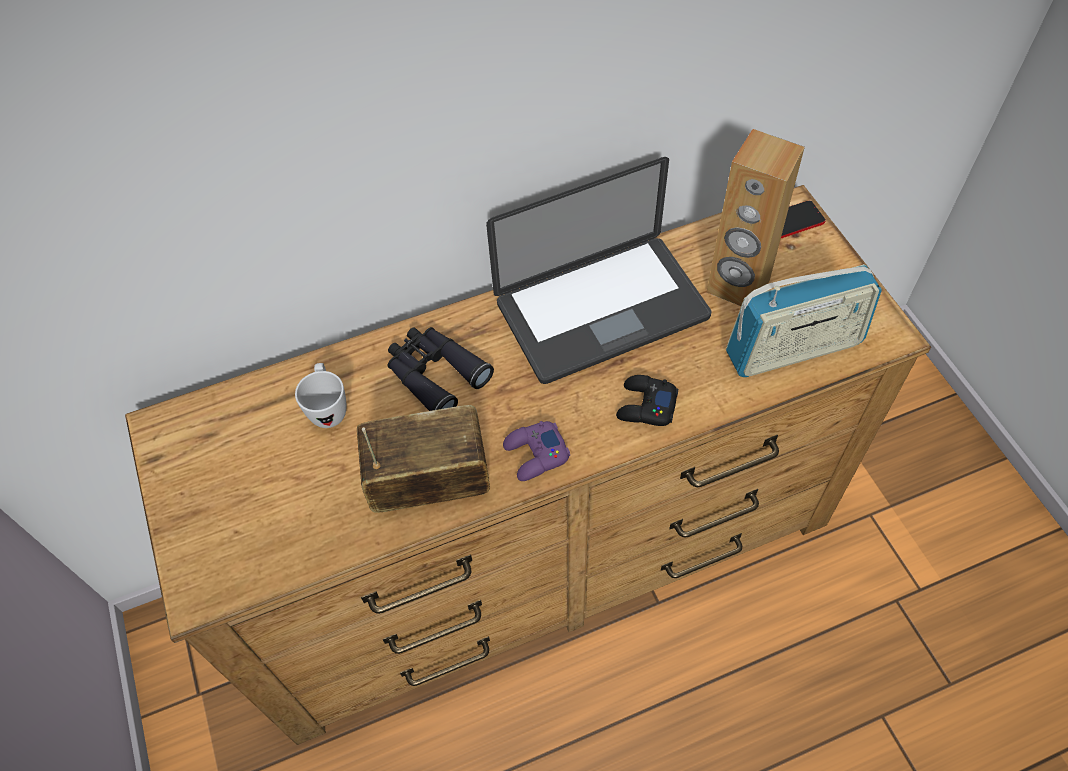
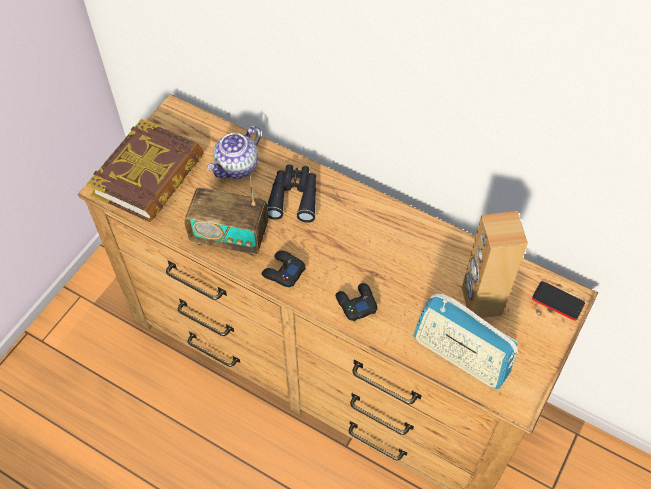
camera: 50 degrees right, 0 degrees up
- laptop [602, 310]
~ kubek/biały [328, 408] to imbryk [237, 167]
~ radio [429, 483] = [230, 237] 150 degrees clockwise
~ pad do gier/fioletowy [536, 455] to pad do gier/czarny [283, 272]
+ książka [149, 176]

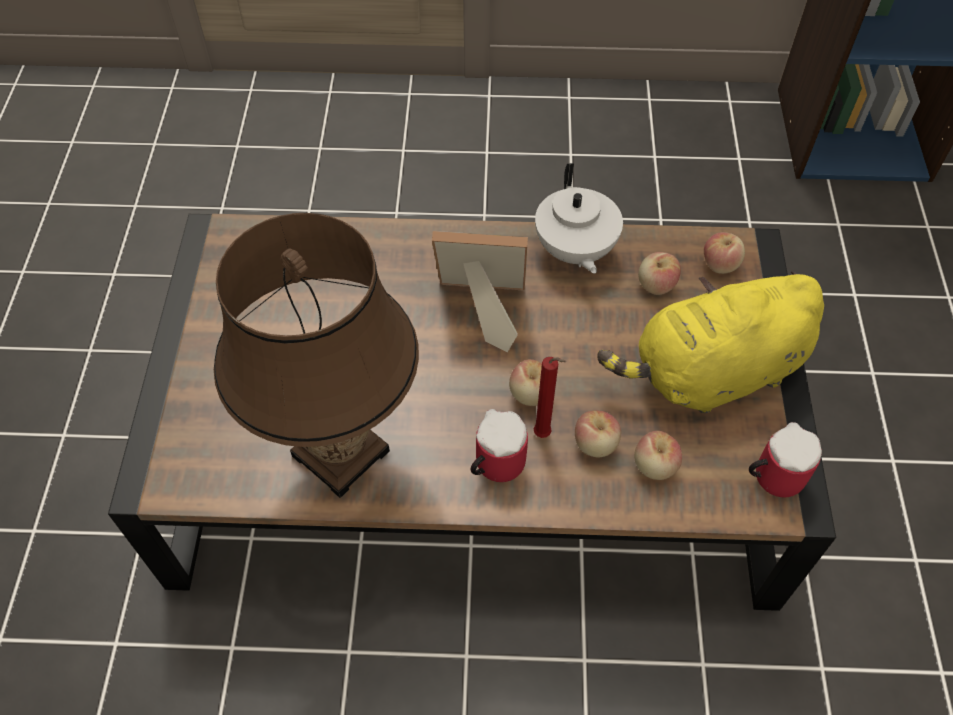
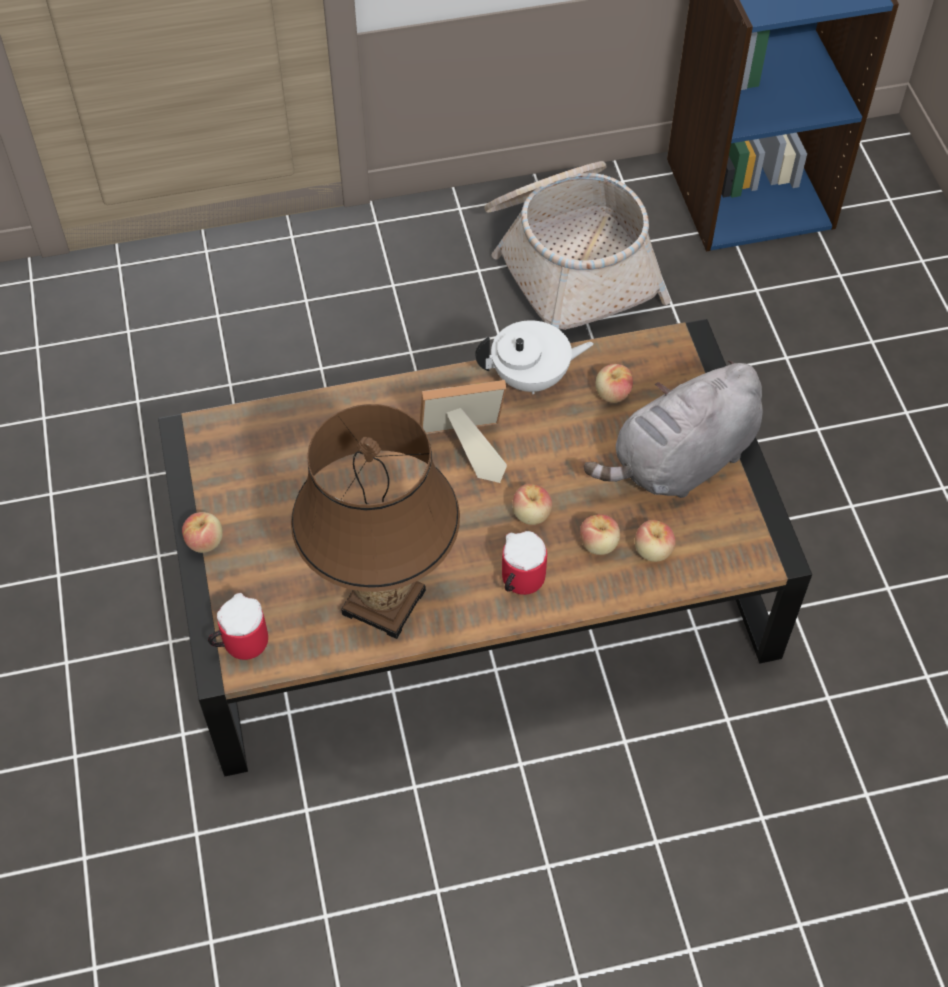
camera: 15 degrees left, 0 degrees up
~ imbryk/biały [574, 251] = [531, 378] 75 degrees counterclockwise
~ jabłko [720, 264] to [205, 541]
~ pluszak/żółty [711, 373] to pluszak/szary [680, 462]
- świeca/czerwony [544, 435]
~ kubek [771, 475] to [239, 642]
+ koszyk [569, 262]

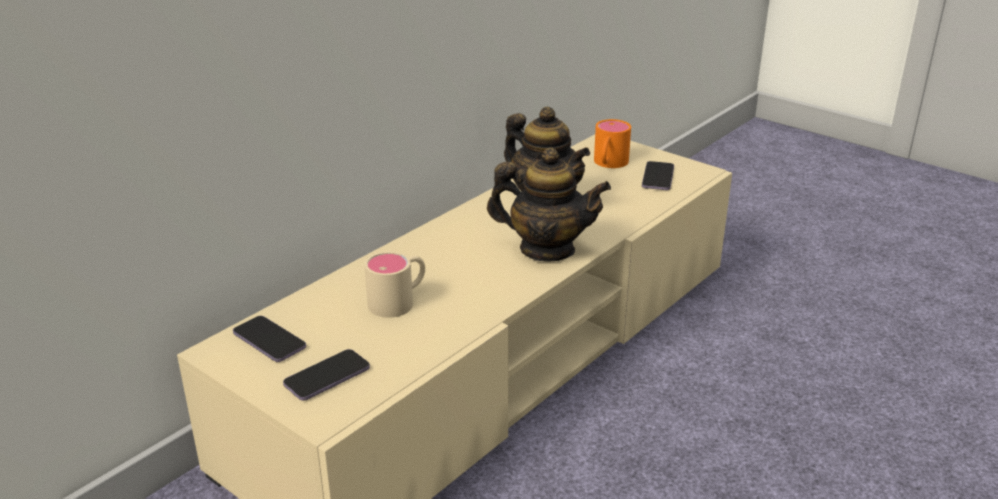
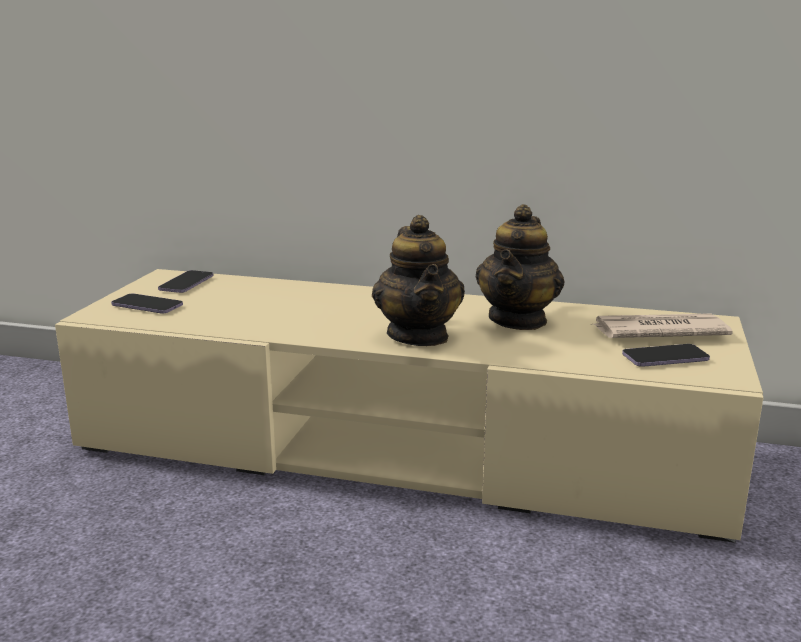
camera: 65 degrees right, 10 degrees down
~ kubek/pomarańczowy [609, 164] to gazeta [657, 331]
- kubek/beżowy [399, 300]

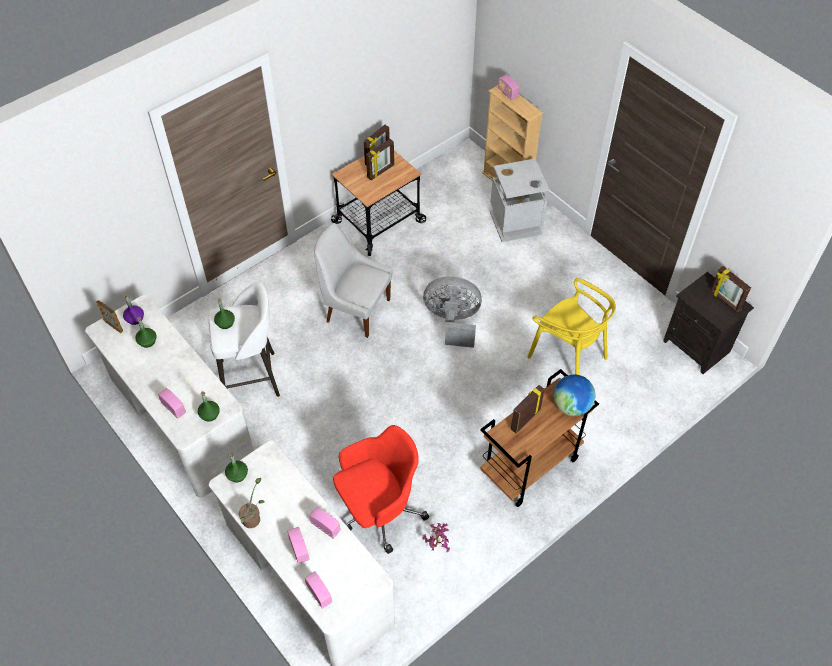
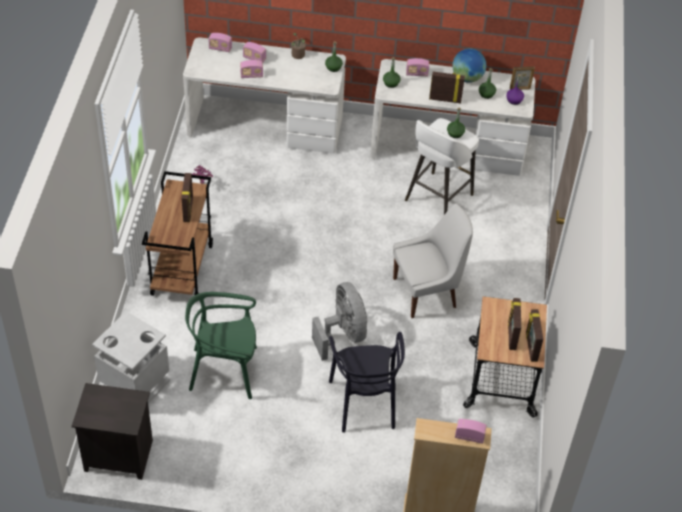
camera: 135 degrees right, 5 degrees down
~ kosz na śmieci/szary [516, 223] to [134, 385]
~ ramka na zdjęcie [724, 301] to [445, 99]
~ wentylator/szary [452, 322] = [343, 334] 75 degrees counterclockwise
~ krzesło/żółty [568, 355] to krzesło/zielony [224, 371]
~ globus [571, 406] to [467, 78]
- krzesło biurowe/czerwony [379, 511]
+ krzesło/czarny [364, 403]

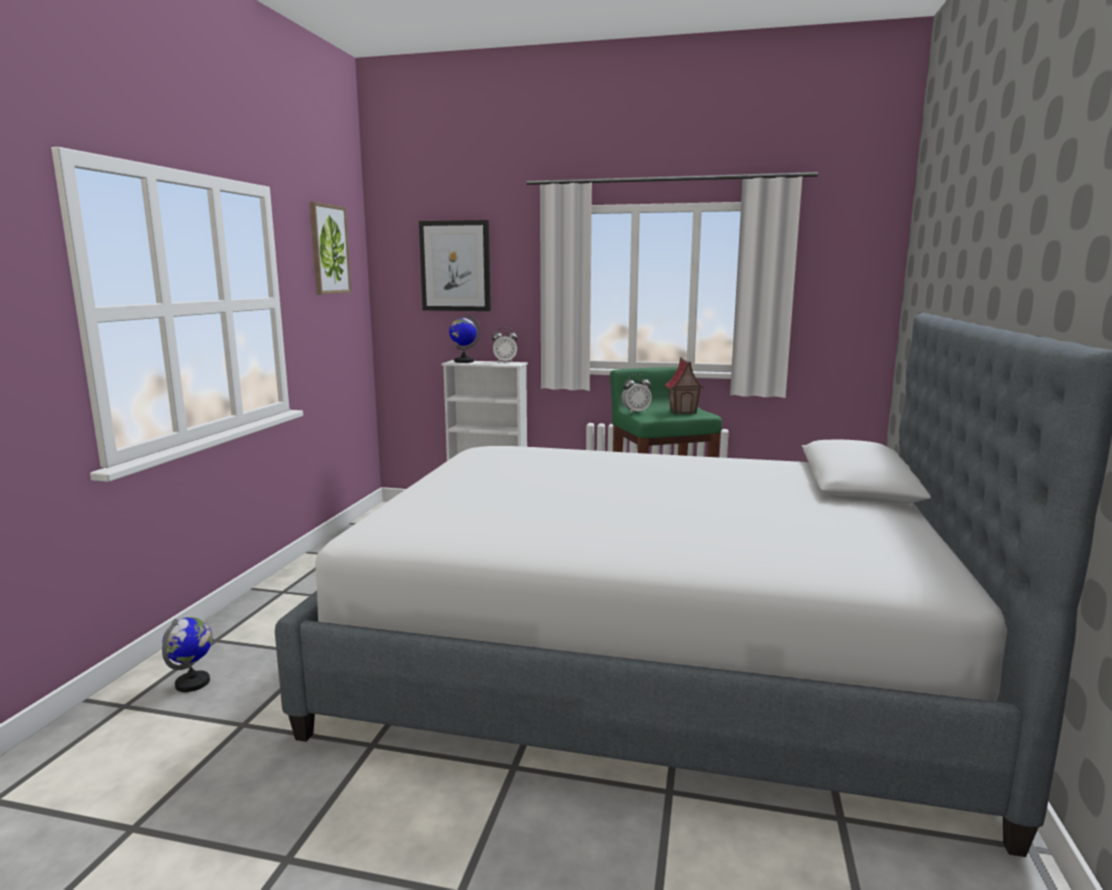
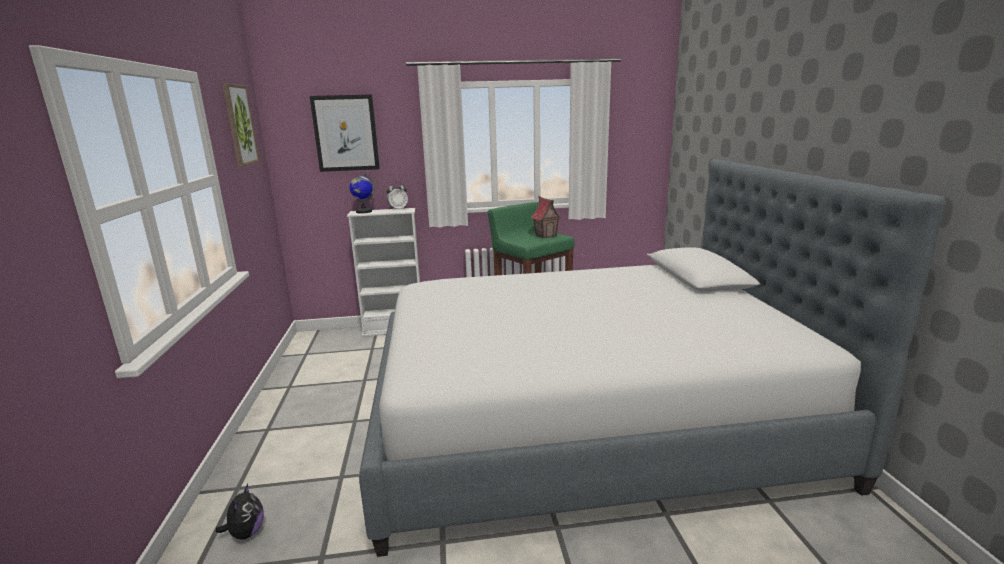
camera: 20 degrees left, 5 degrees up
- budzik [636, 412]
~ globus [193, 683] to pluszak [246, 533]

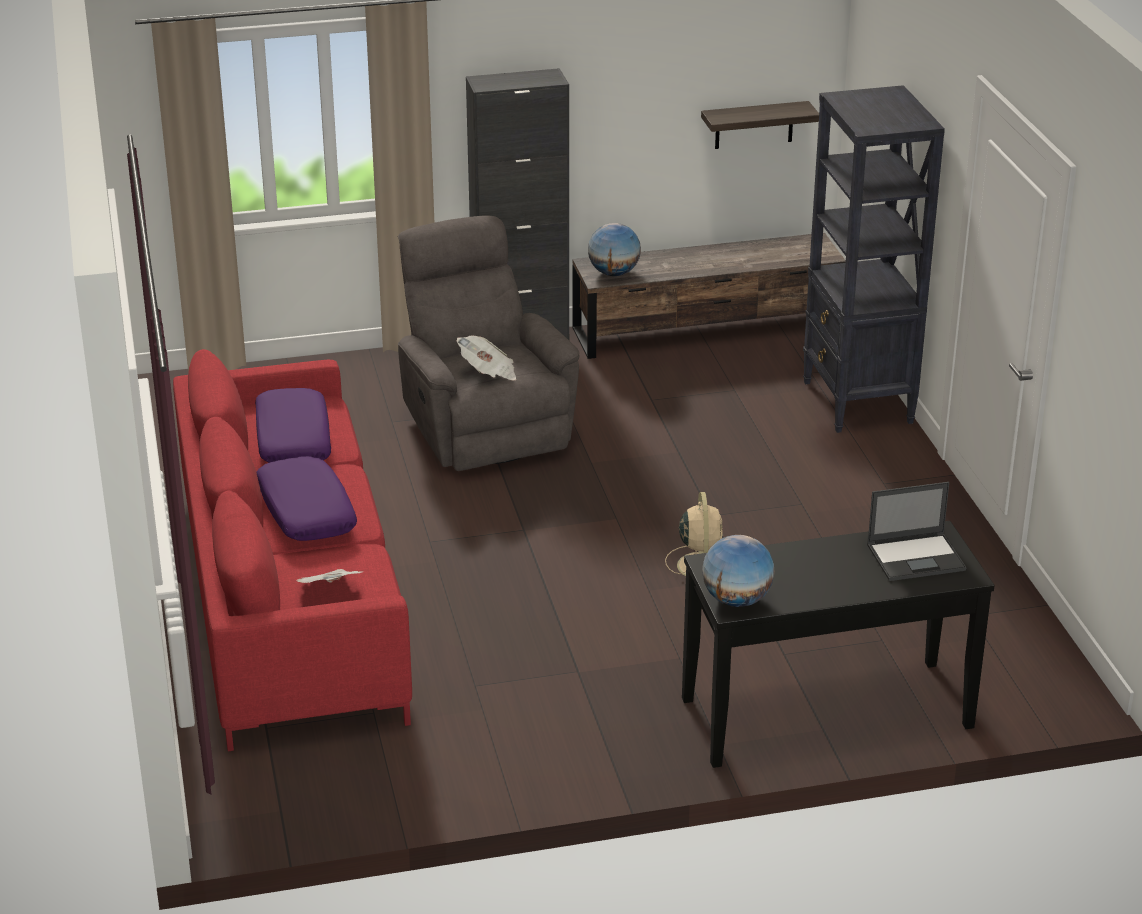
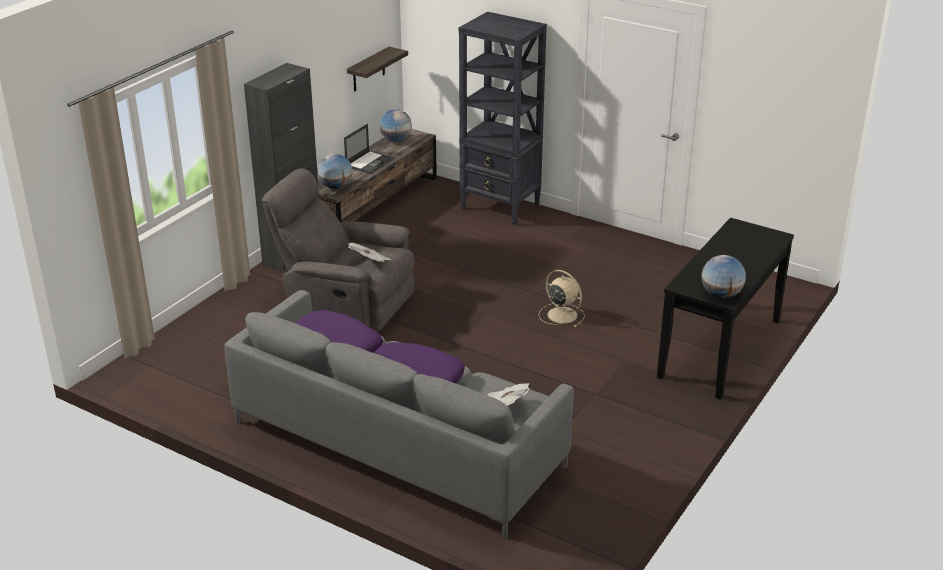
camera: 45 degrees left, 0 degrees up
~ kanapa/czerwony [291, 597] to kanapa/szary [398, 443]
~ laptop [917, 557] to [369, 162]
+ globus [396, 140]

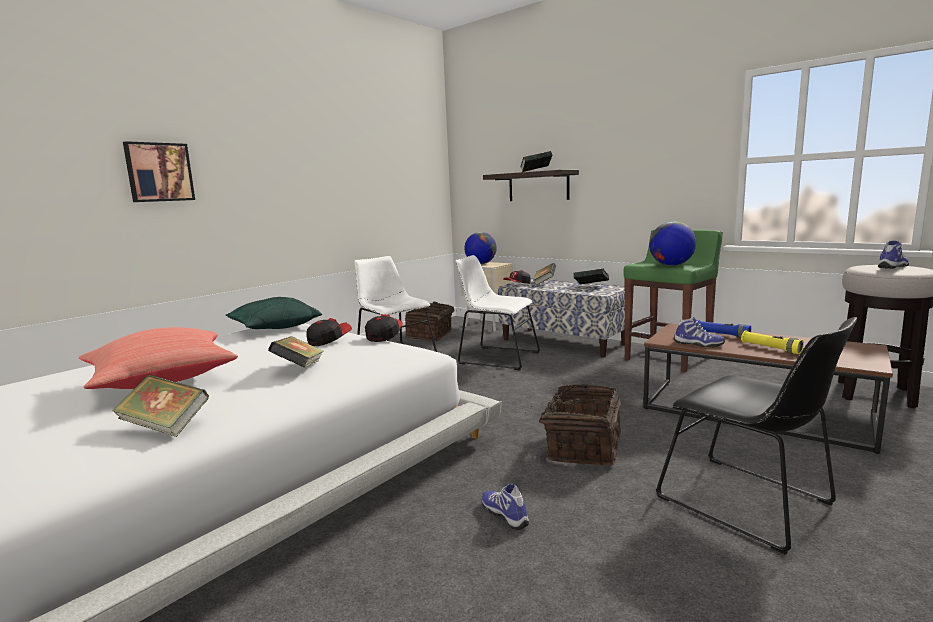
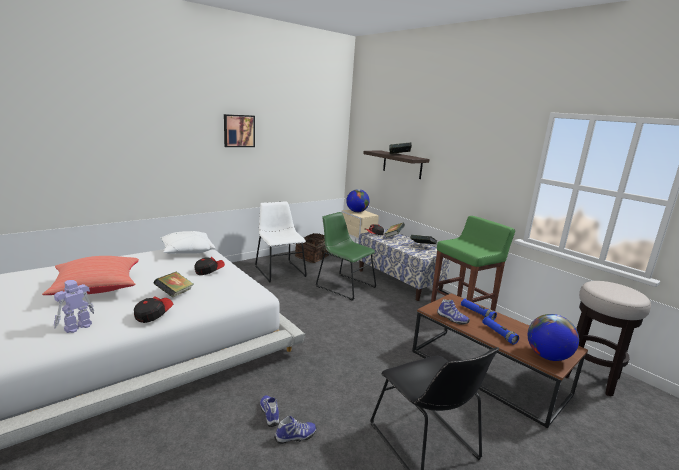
camera: 10 degrees right, 5 degrees up
~ obraz [159, 172] to [238, 131]
~ globus [671, 265] to [547, 356]
~ but [893, 267] to [295, 437]
~ krzesło/biały [496, 357] to krzesło/zielony [343, 286]
~ poduszka/zielony [274, 328] to poduszka/biały [187, 251]
~ czapka z daszkiem [384, 336] to [153, 315]
~ latarka/żółty [770, 348] to latarka/niebieski [499, 334]
~ książka [165, 426] to robot zabawkowy [77, 327]
- koszyk [581, 446]

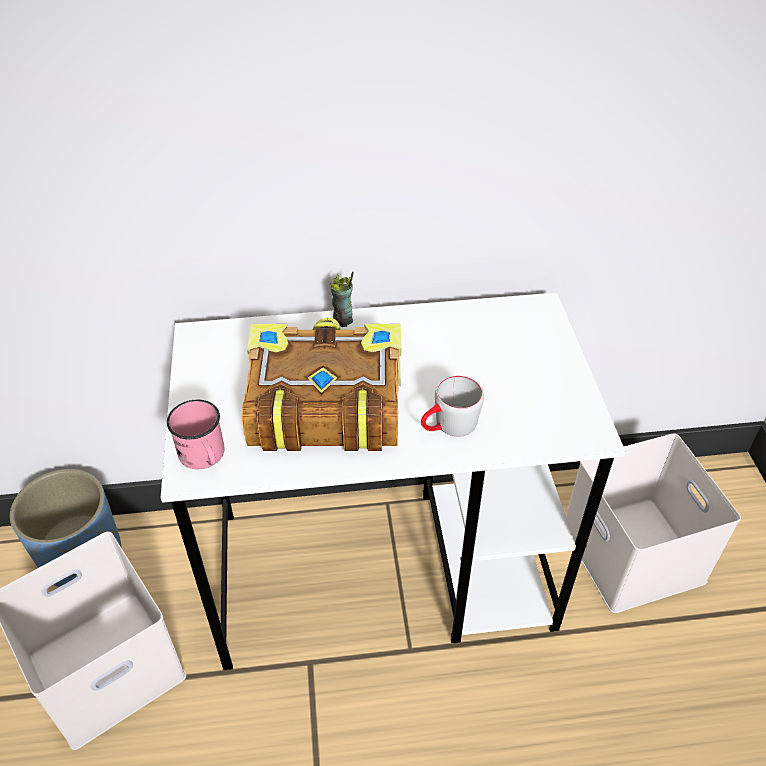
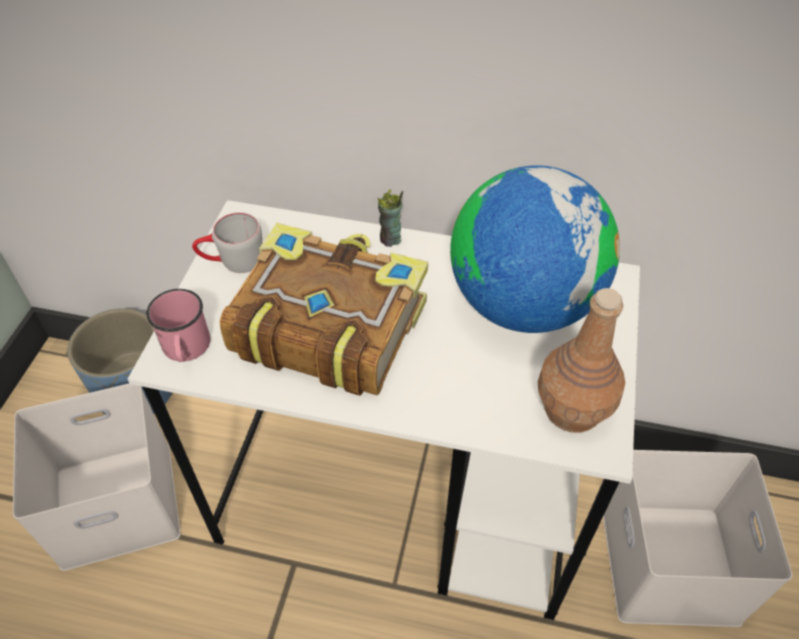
camera: 20 degrees right, 5 degrees up
~ kubek/szary [448, 426] to [232, 261]
+ globus [523, 304]
+ butelka/brązowy [571, 409]

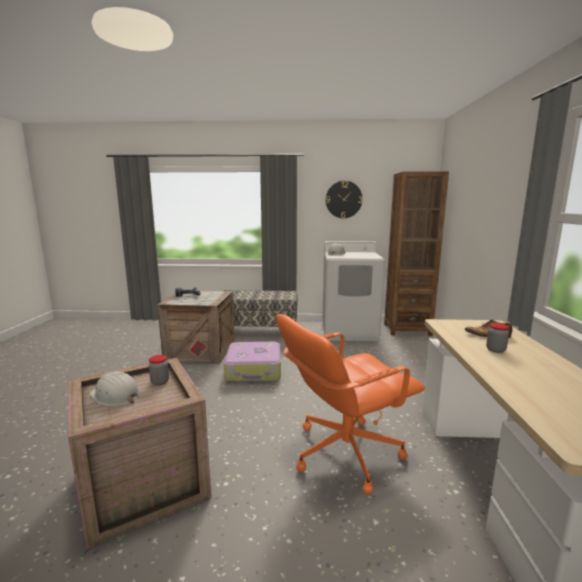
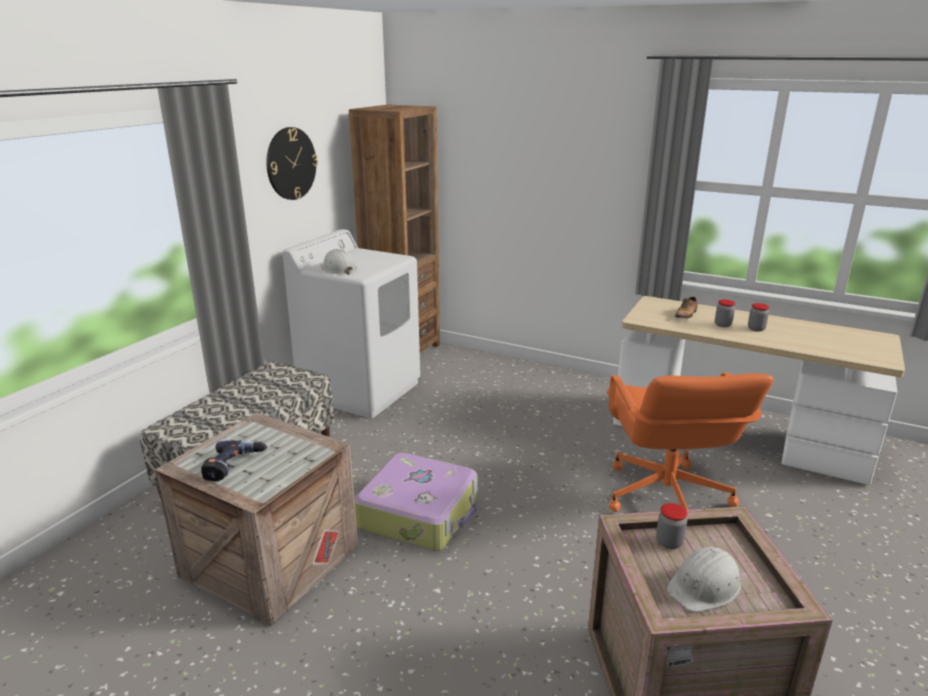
camera: 65 degrees left, 10 degrees up
+ słoik [756, 329]

